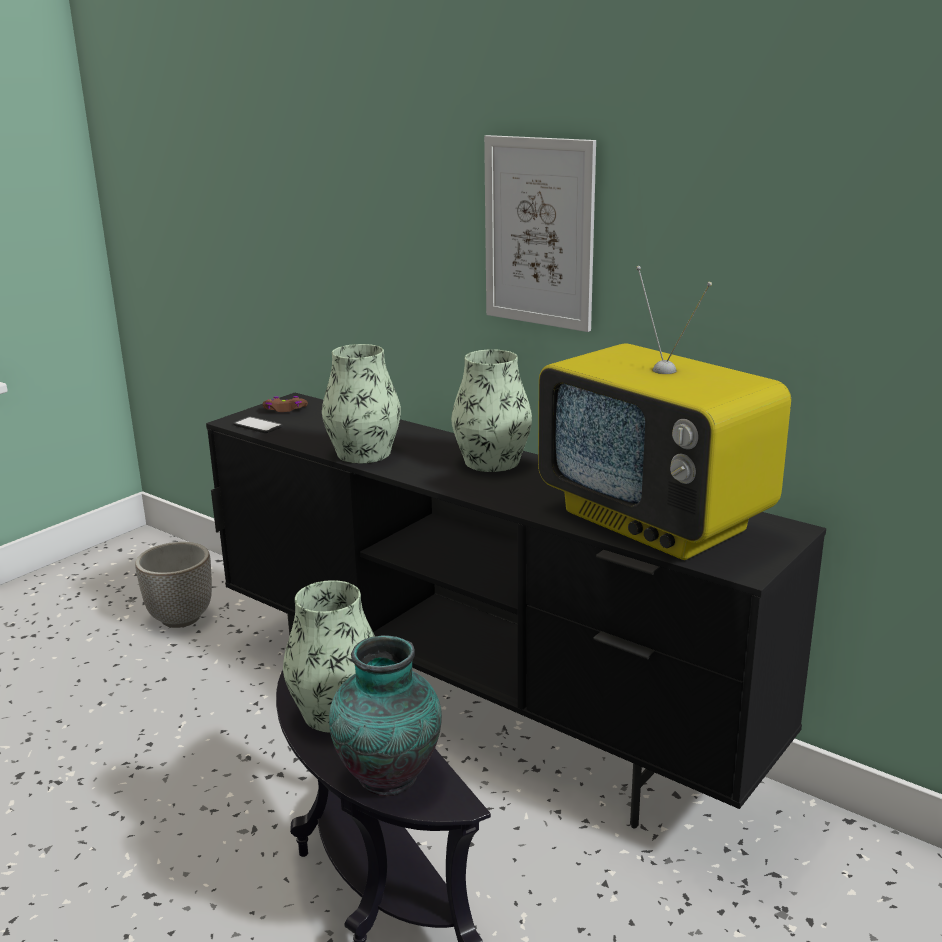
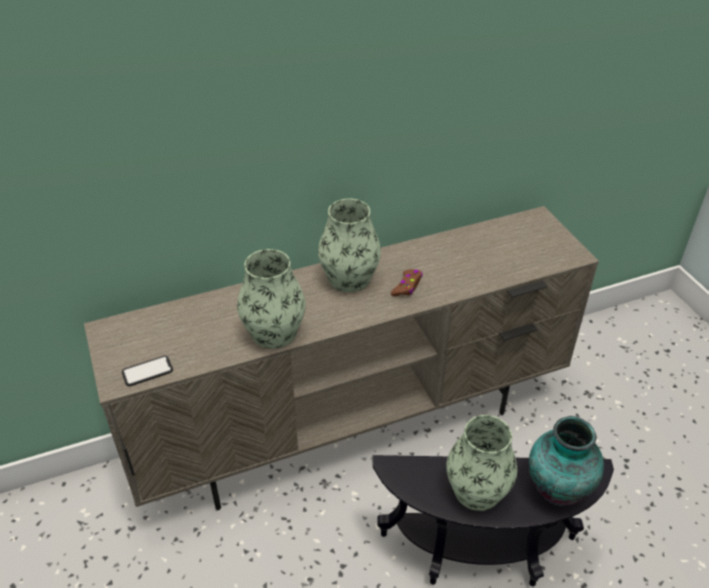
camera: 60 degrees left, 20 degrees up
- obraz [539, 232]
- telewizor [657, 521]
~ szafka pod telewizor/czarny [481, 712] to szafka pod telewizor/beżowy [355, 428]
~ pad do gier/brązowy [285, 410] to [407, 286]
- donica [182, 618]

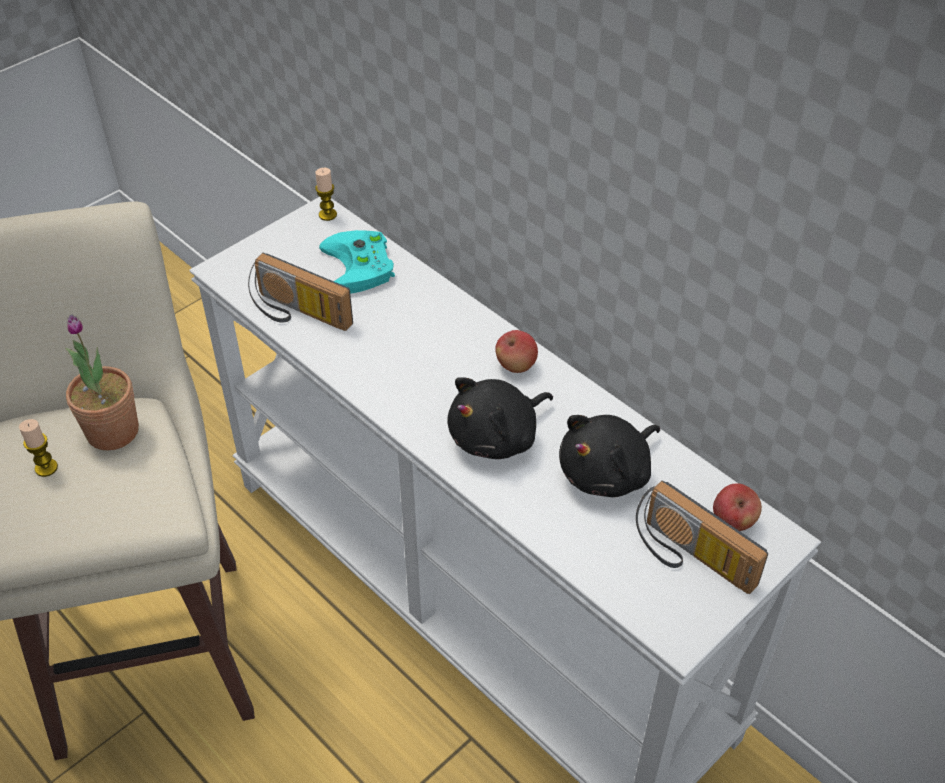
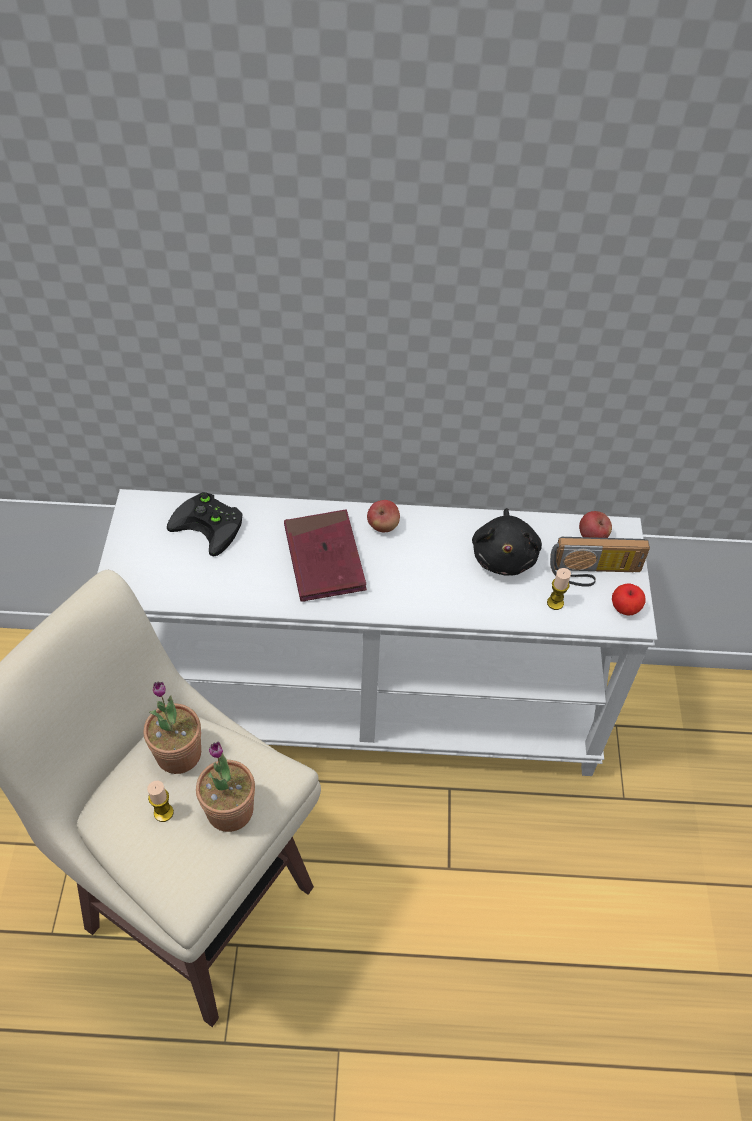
camera: 45 degrees left, 5 degrees up
~ świeca [327, 215] to [555, 603]
~ pad do gier/turkusowy [361, 267] to pad do gier/czarny [211, 525]
- radio [297, 314]
- pluszak/czarny [497, 437]
+ książka/czerwony [324, 558]
+ jabłko [625, 608]
+ roślina doniczkowa [230, 810]

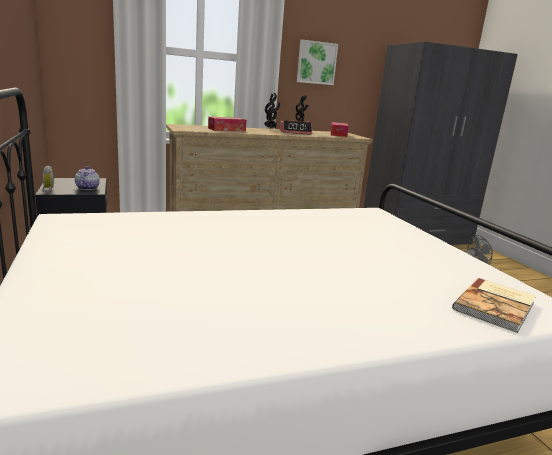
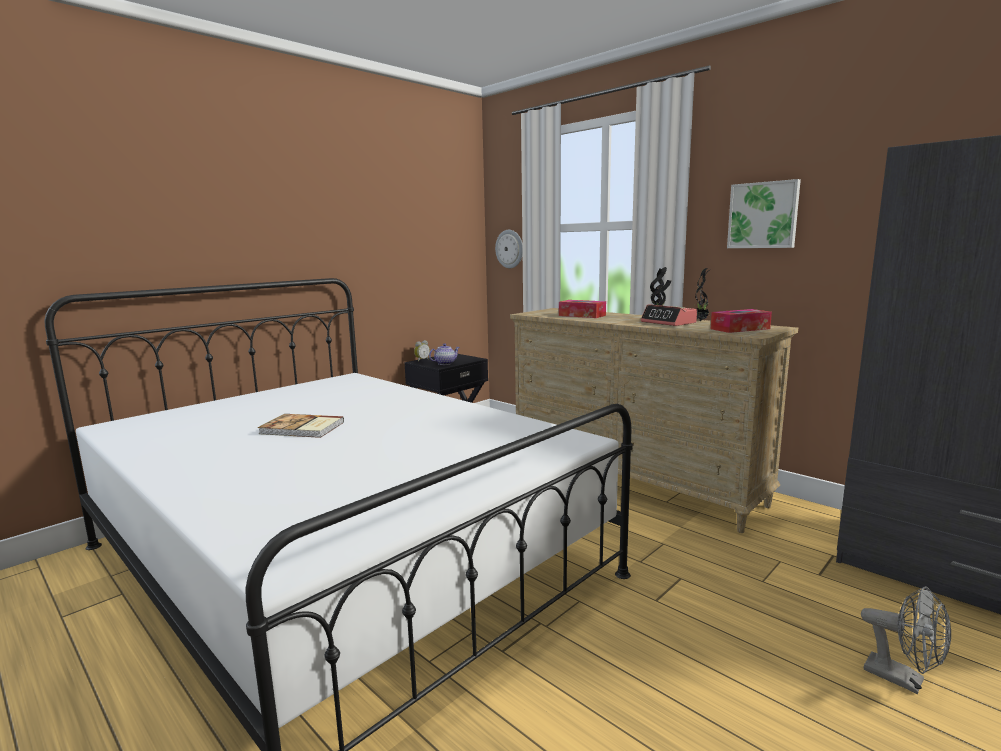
camera: 65 degrees right, 5 degrees down
~ książka [496, 306] to [302, 428]
+ zegar ścienny [510, 249]

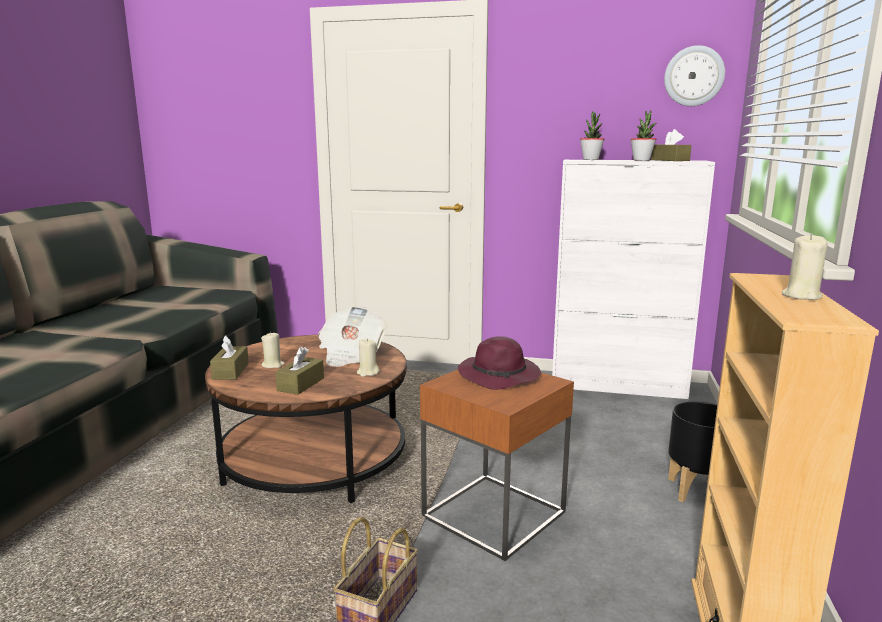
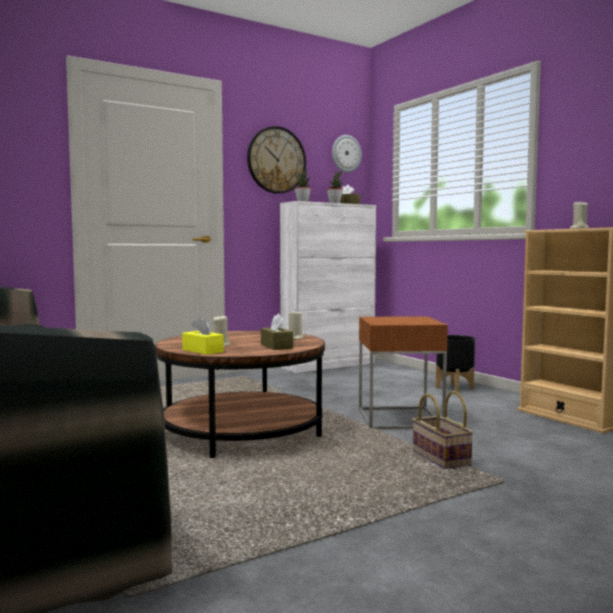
camera: 45 degrees left, 10 degrees down
- gazeta [351, 355]
~ pudełko chusteczek/brązowy [230, 371] to pudełko chusteczek/żółty [202, 351]
- kapelusz/fioletowy [500, 376]
+ zegar ścienny [276, 160]

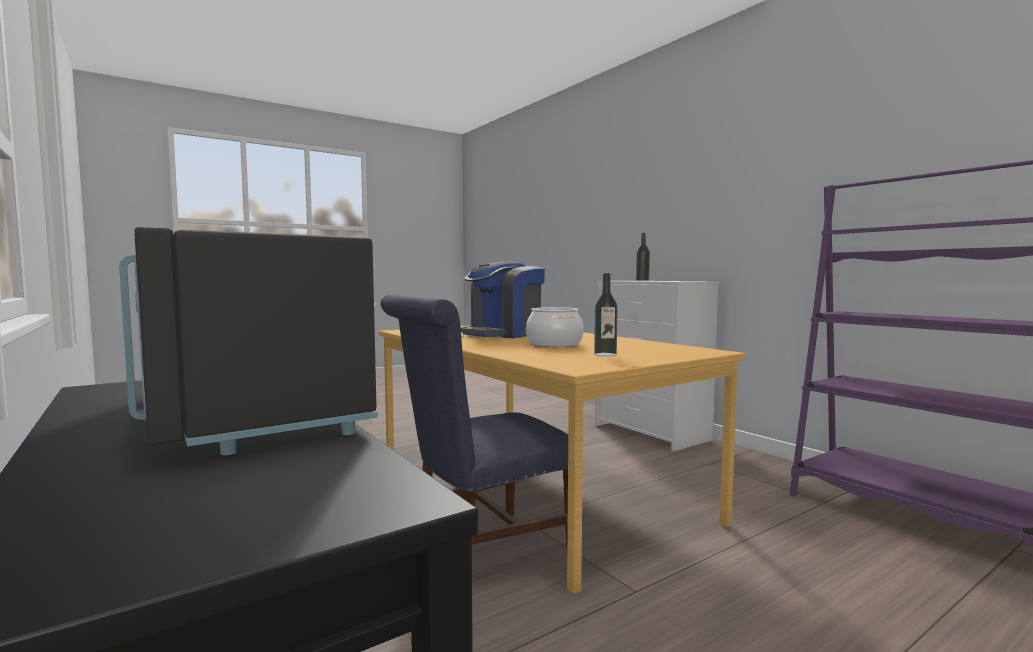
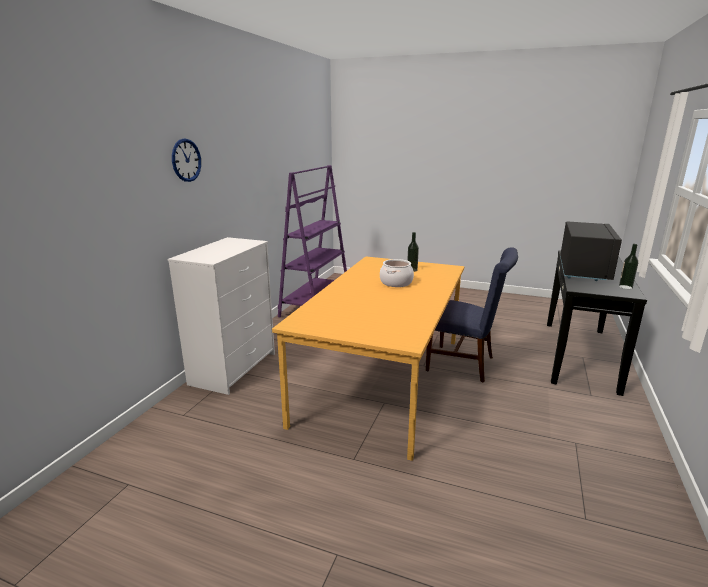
camera: 125 degrees left, 15 degrees up
~ butelka [642, 280] to [625, 287]
- ekspres do kawy [503, 334]
+ zegar ścienny [186, 160]

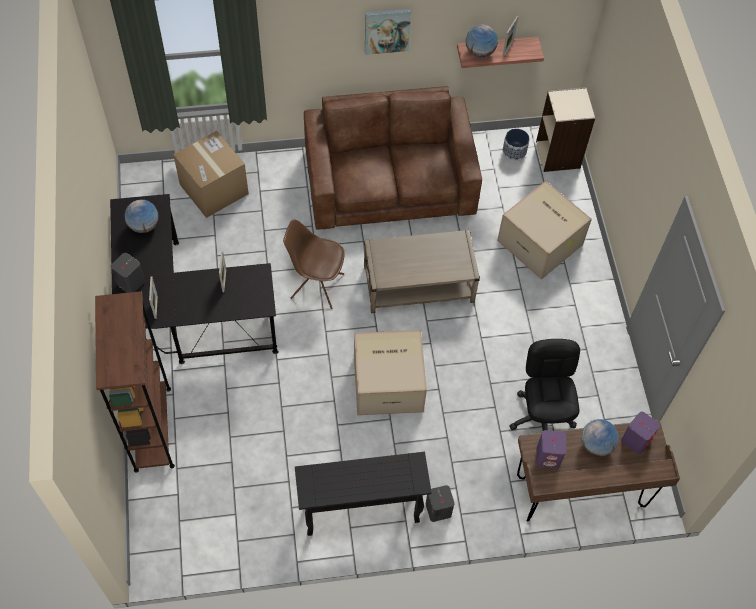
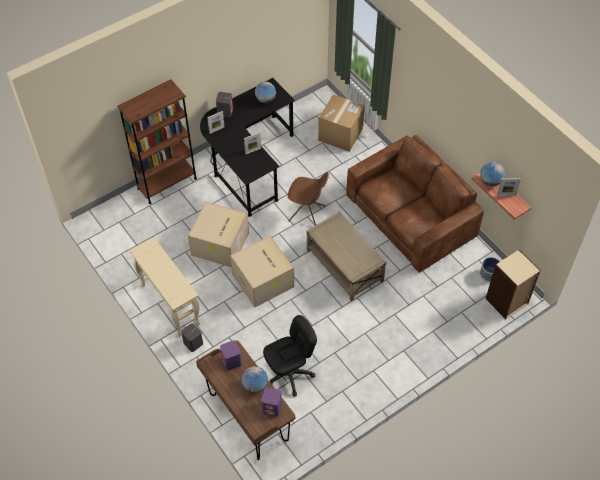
camera: 65 degrees right, 5 degrees down
- obraz [387, 30]
~ karton [541, 242] to [220, 244]
~ krzesło/brązowy [316, 285] = [307, 214] 120 degrees clockwise
~ stolik konsolowy/czarny [360, 512] to stolik konsolowy/beżowy [169, 304]

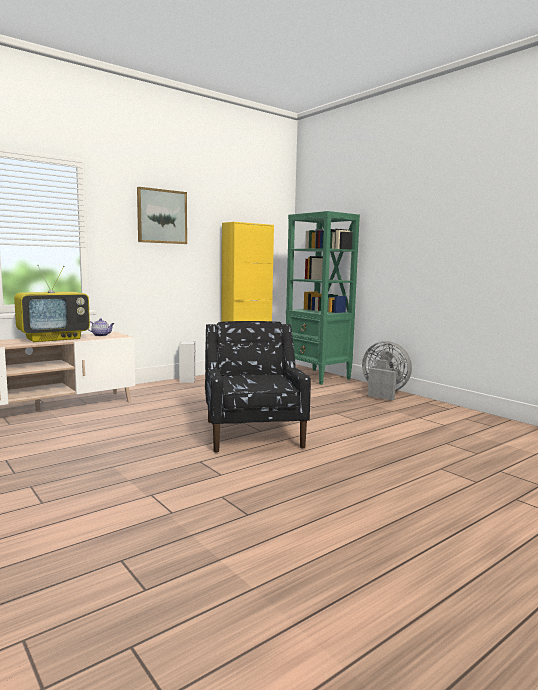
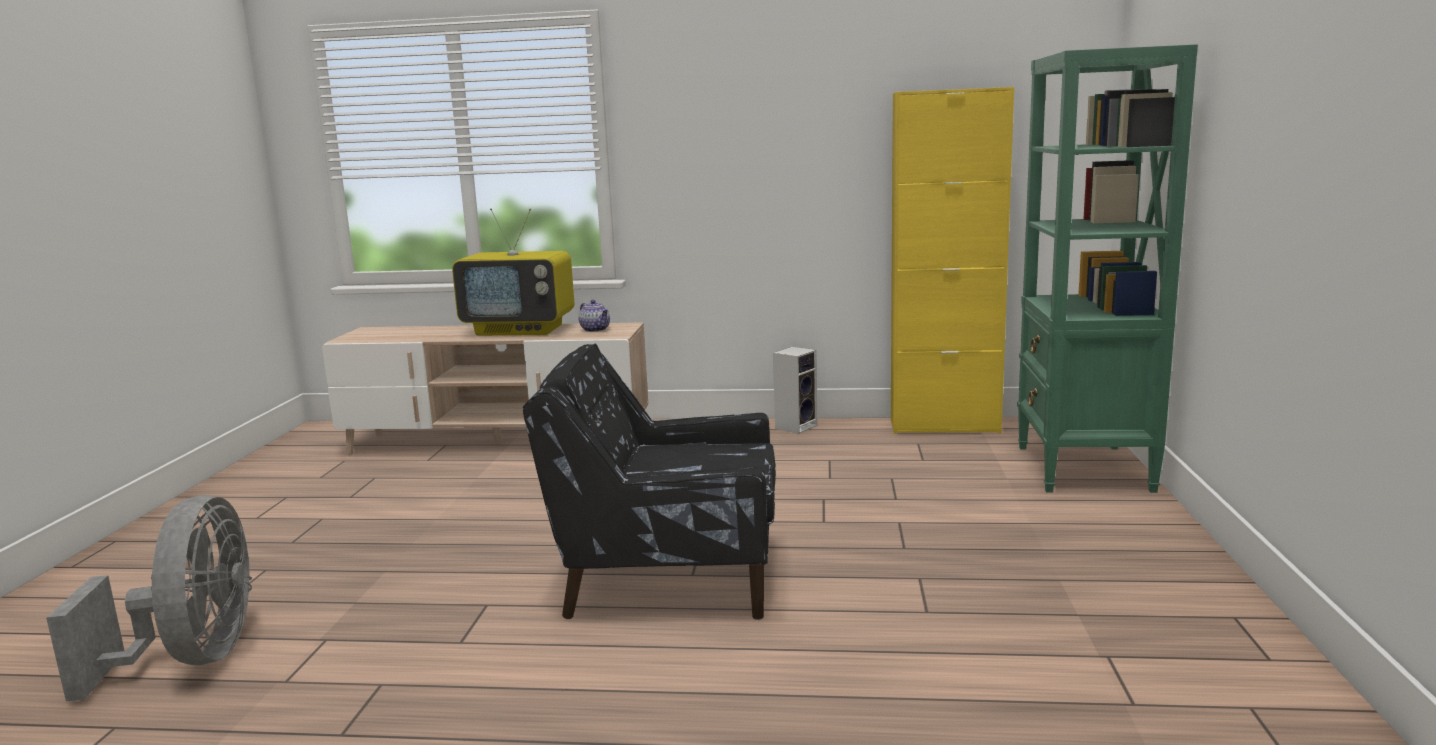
camera: 45 degrees right, 5 degrees up
- obraz [162, 216]
~ fotel/czarny [253, 433] = [667, 576] 120 degrees counterclockwise
~ wentylator/szary [383, 393] to [193, 658]

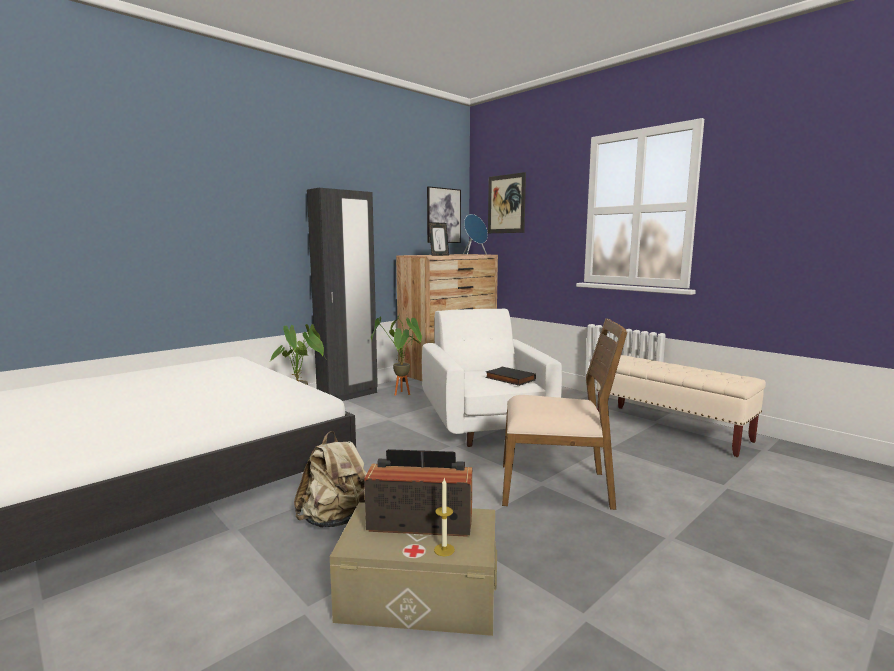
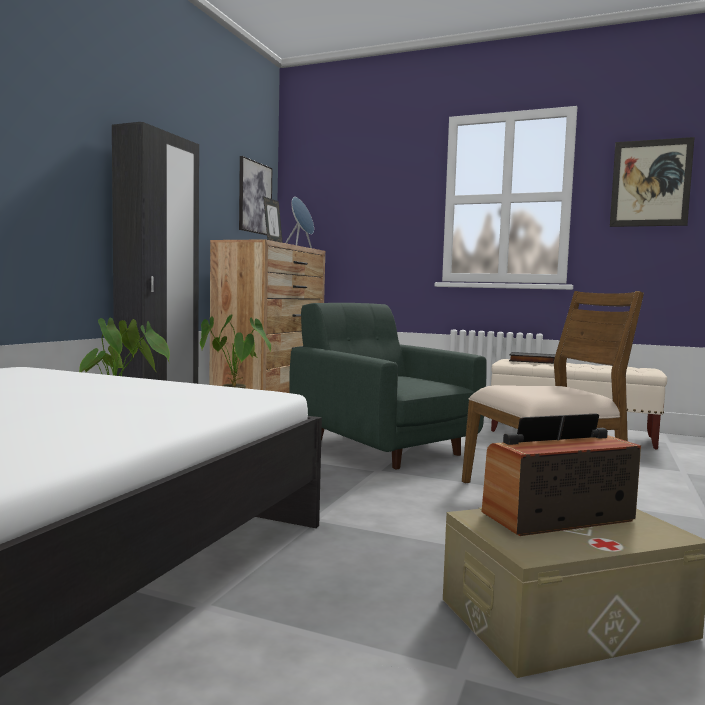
camera: 25 degrees left, 5 degrees down
~ obraz [506, 204] to [650, 183]
~ fotel/biały [485, 423] to fotel/zielony [382, 446]
~ książka/czarny [509, 379] to [531, 361]
- plecak/beżowy [337, 520]
- świeca [444, 550]

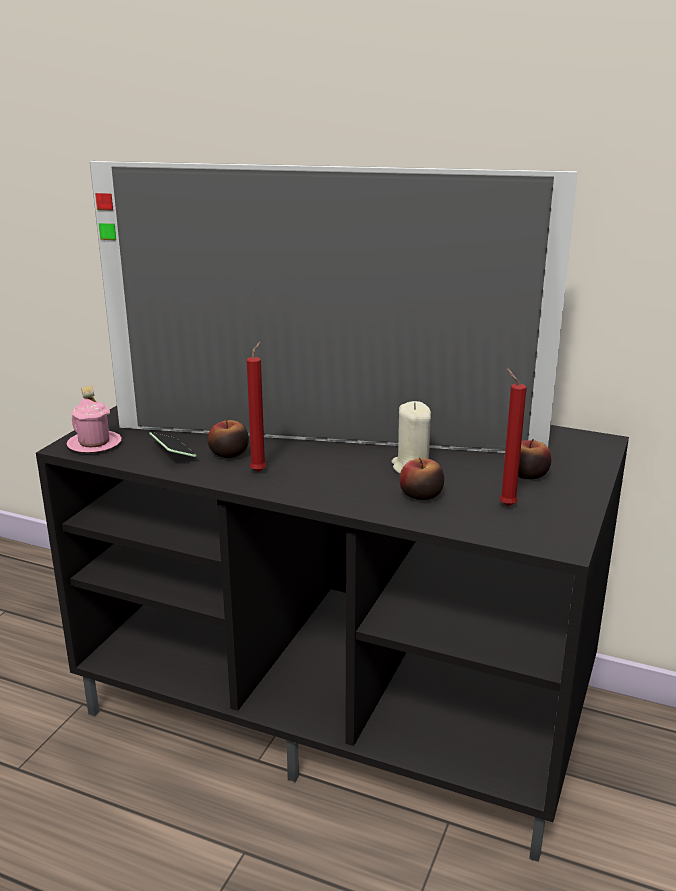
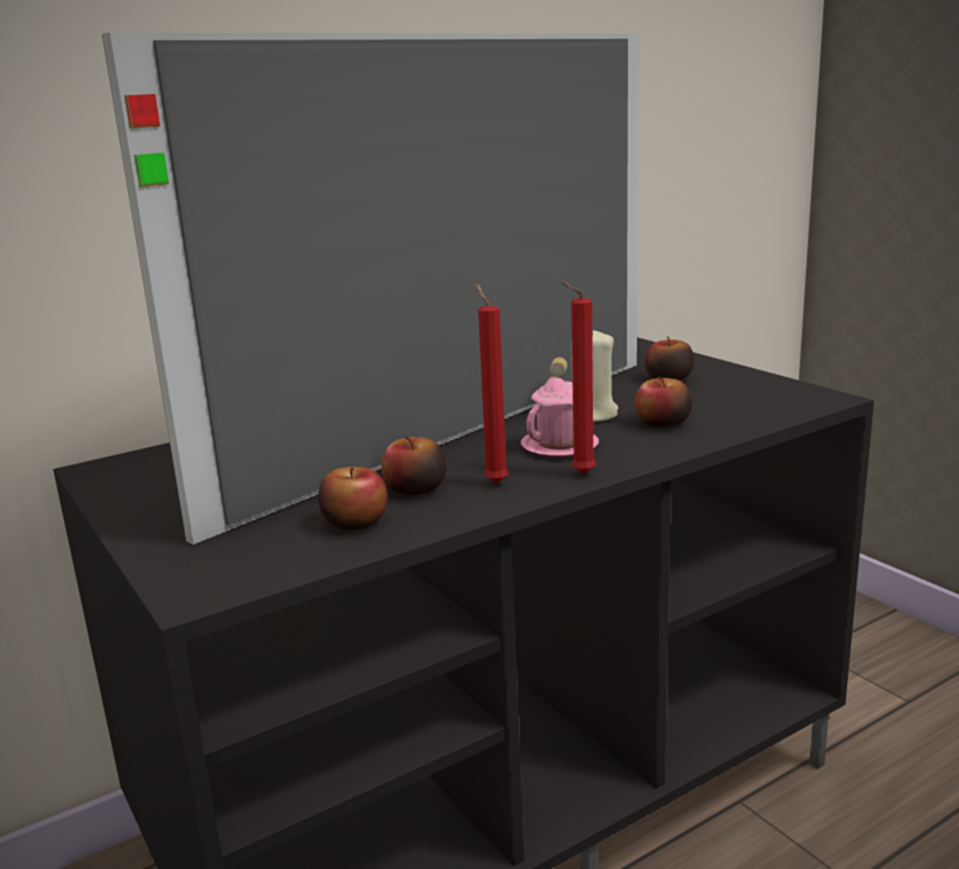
camera: 55 degrees left, 5 degrees down
~ świeca/czerwony [505, 505] to [579, 474]
~ kubek/różowy [94, 444] to [559, 446]
~ telefon [173, 453] to jabłko [355, 522]

